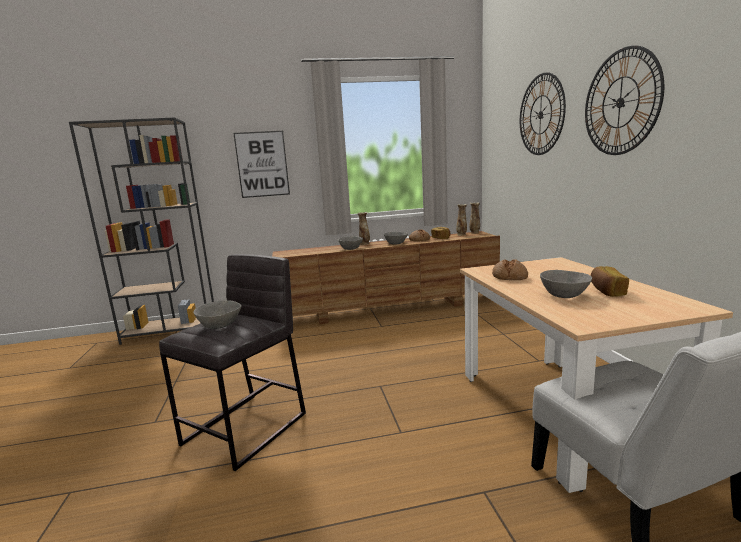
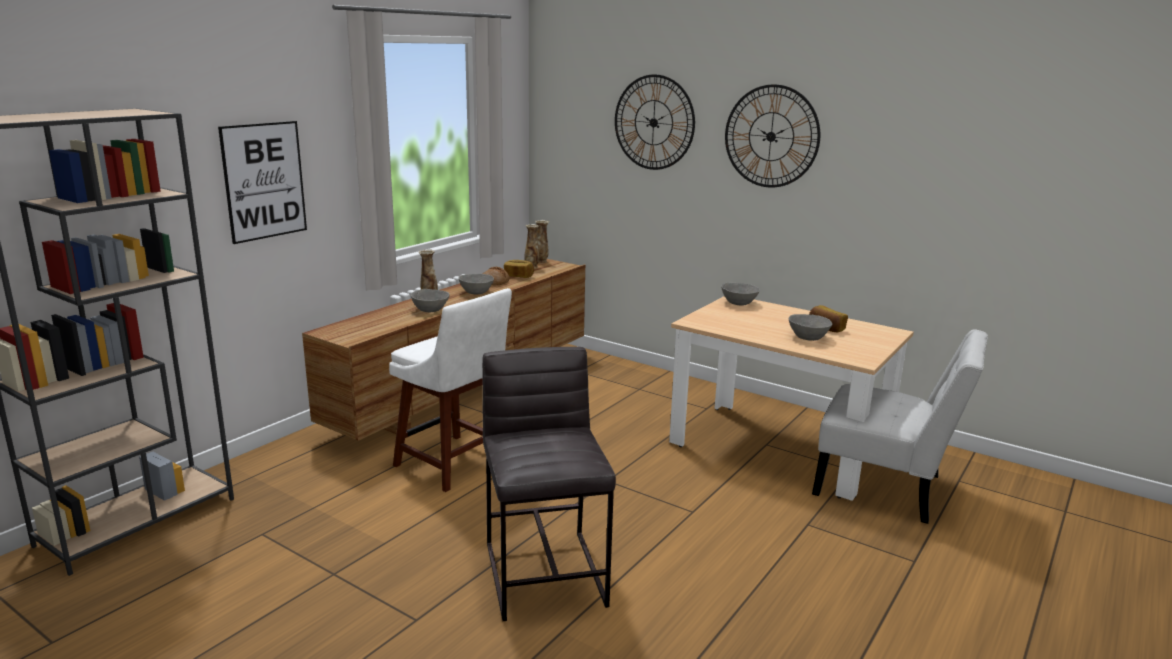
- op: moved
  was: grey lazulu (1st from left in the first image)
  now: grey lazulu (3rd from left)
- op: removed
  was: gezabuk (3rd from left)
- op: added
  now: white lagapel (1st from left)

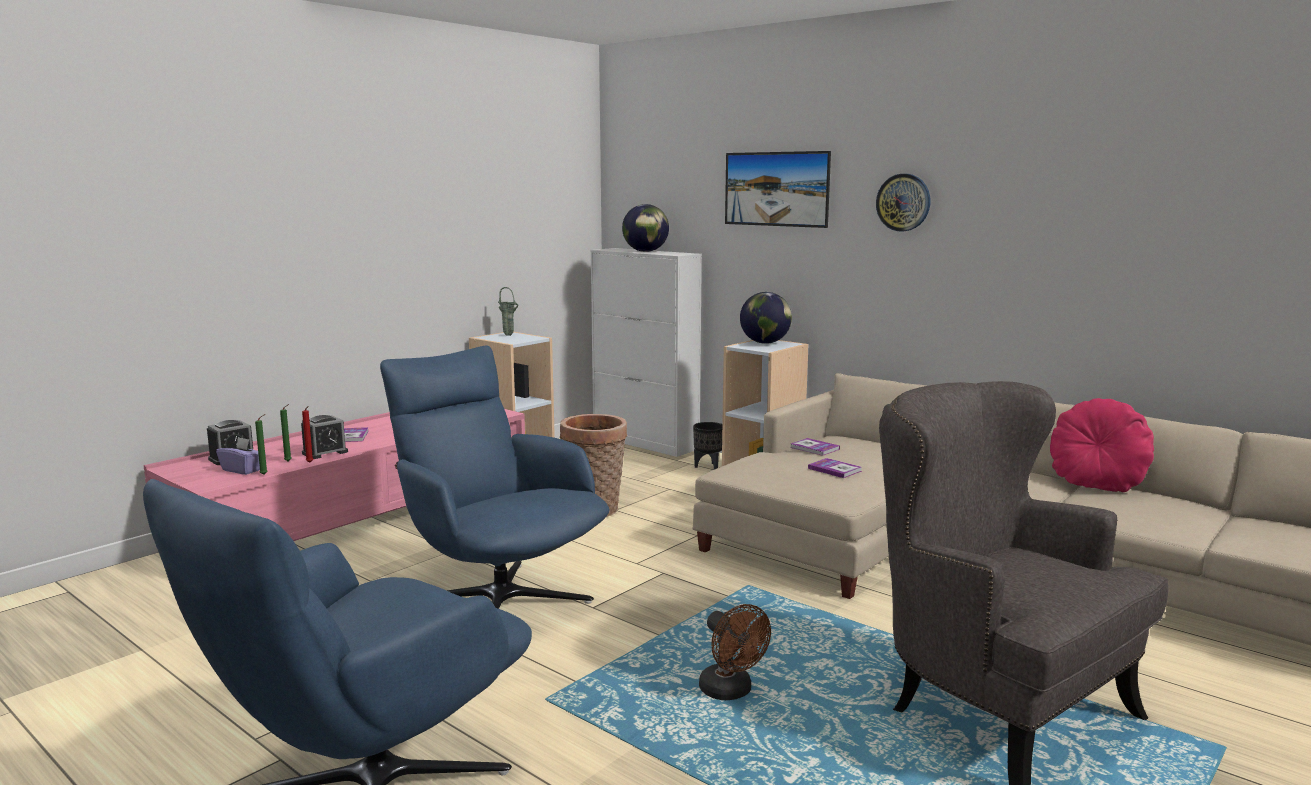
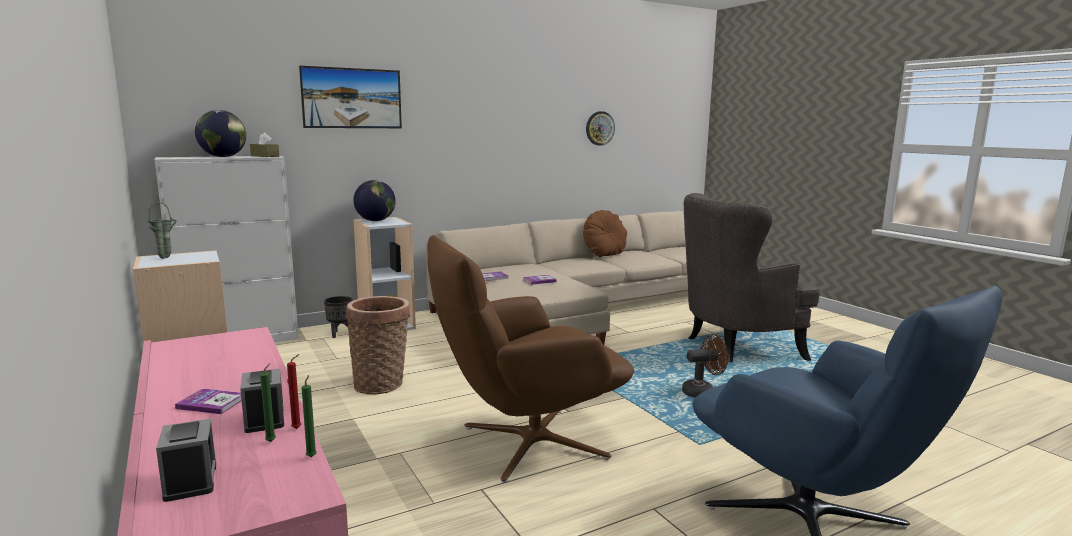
- op: removed
  was: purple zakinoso
- op: recoloured
  was: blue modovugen (2nd from left)
  now: brown modovugen
- op: moved
  was: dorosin
- op: recoloured
  was: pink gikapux
  now: brown gikapux
- op: added
  now: brown zakinoso

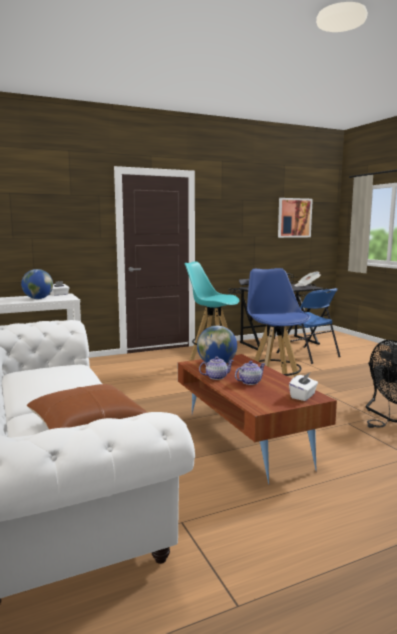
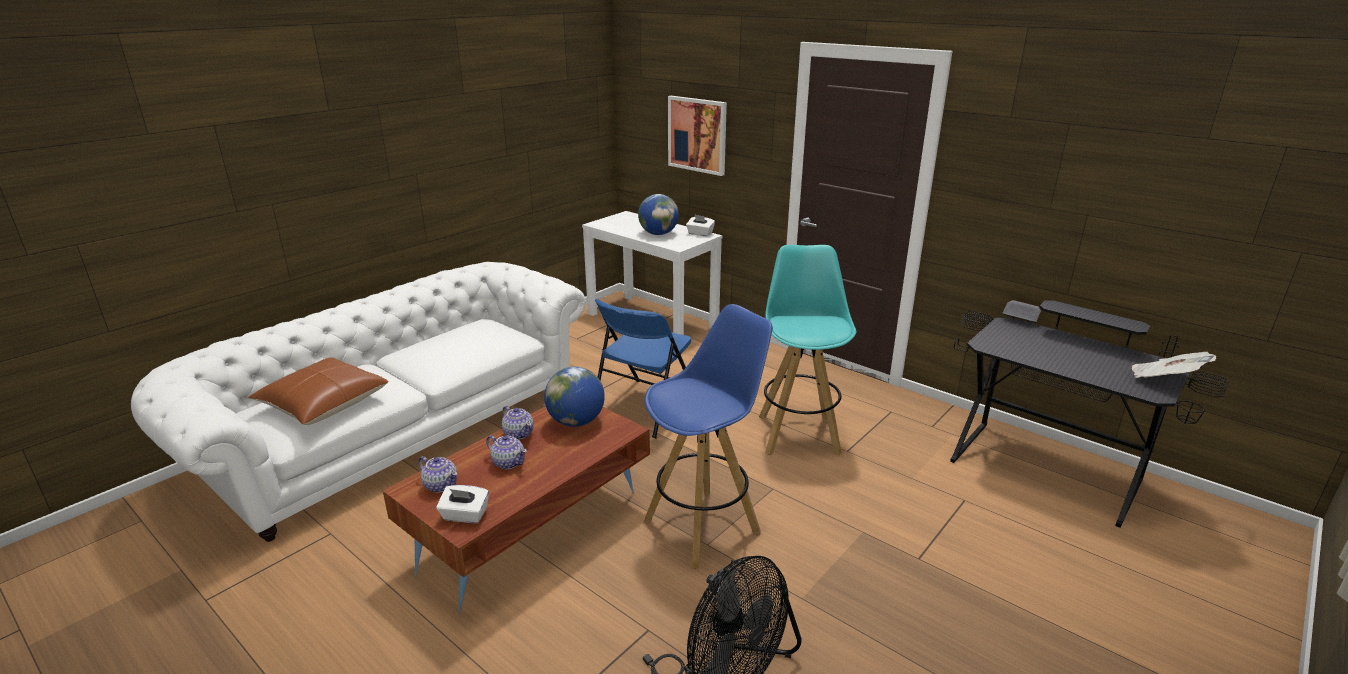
- op: moved
  was: blue lagapel
- op: moved
  was: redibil
- op: added
  now: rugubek (1st from left)

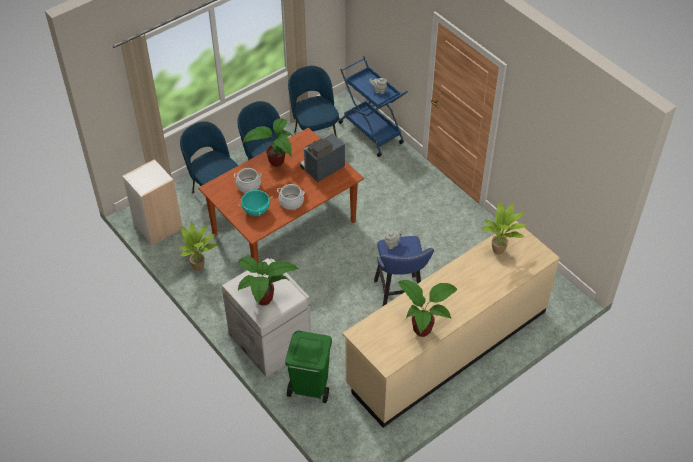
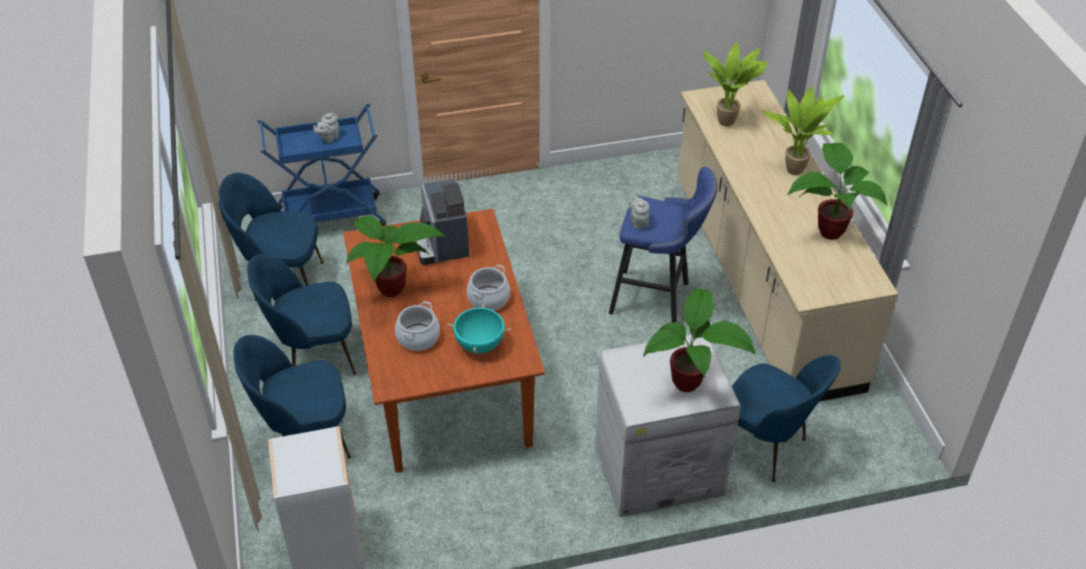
- op: moved
  was: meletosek (1st from left in the first image)
  now: meletosek (4th from left)
- op: replaced
  was: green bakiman
  now: blue lagapel (4th from left)

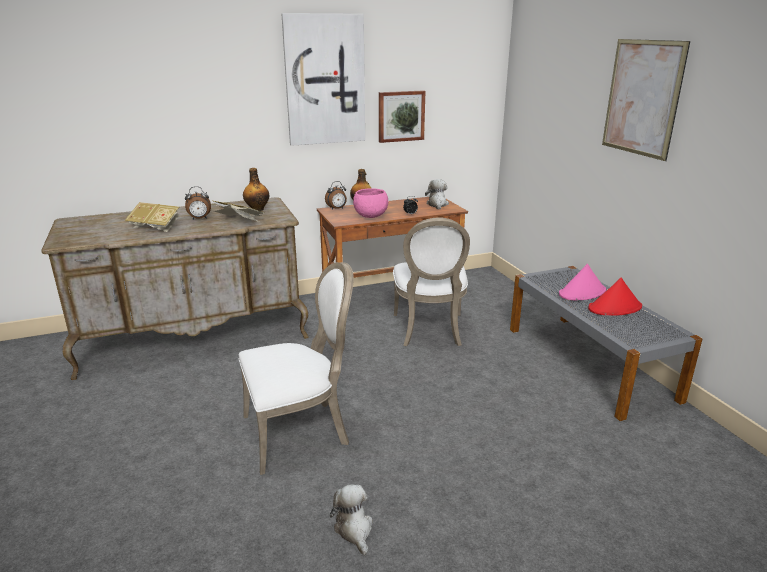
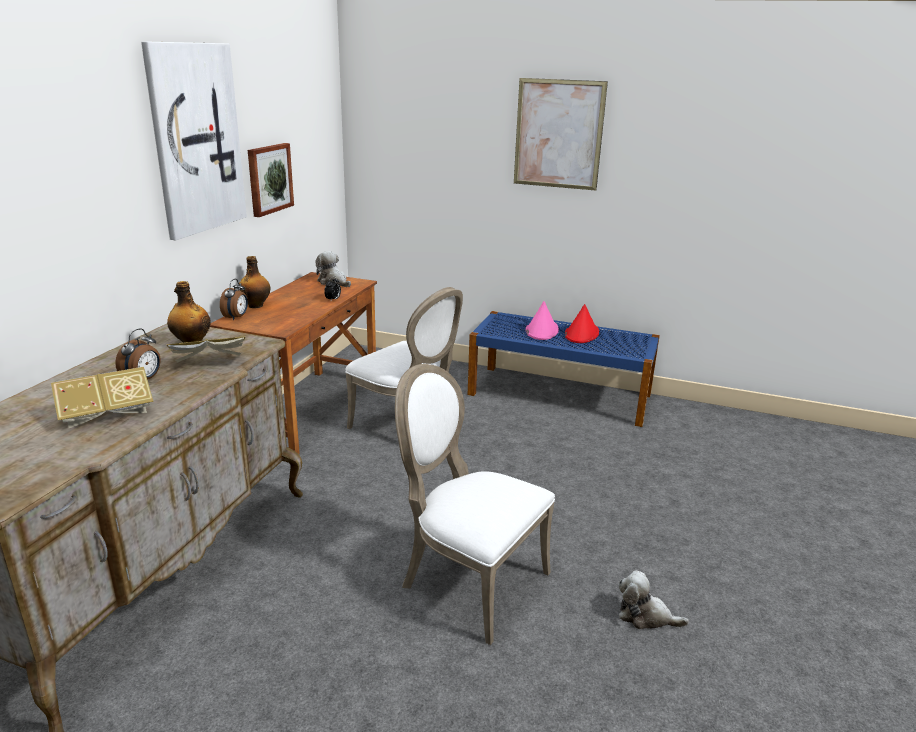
- op: turned
  was: white lagapel (1st from left in the first image)
  clockwise: -75
- op: removed
  was: pink lazulu
- op: recoloured
  was: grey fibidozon
  now: blue fibidozon

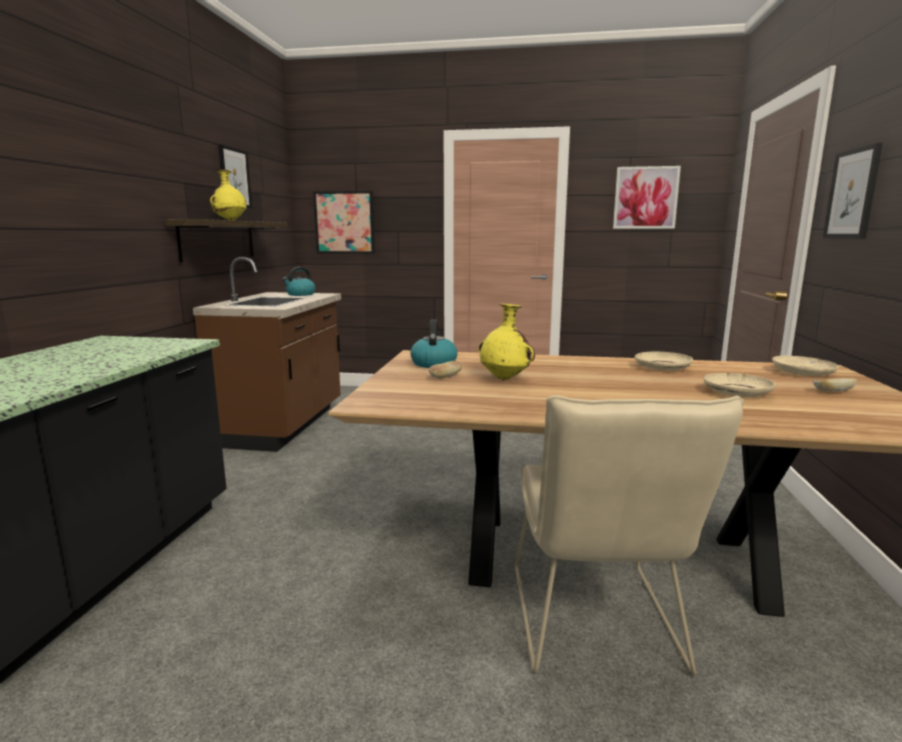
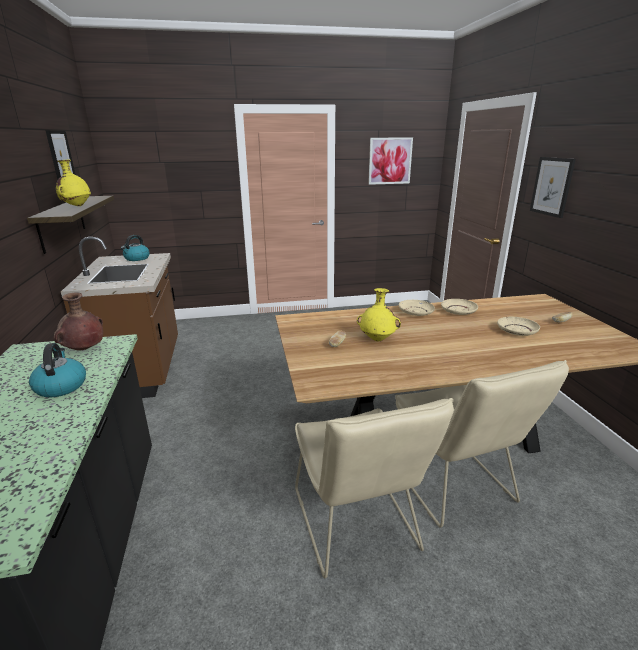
- op: removed
  was: redibil (2nd from left)
- op: moved
  was: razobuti (2nd from left in the first image)
  now: razobuti (1st from left)
- op: moved
  was: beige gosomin (3rd from left in the first image)
  now: beige gosomin (1st from left)
- op: added
  now: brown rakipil
- op: added
  now: beige lagapel (1st from left)

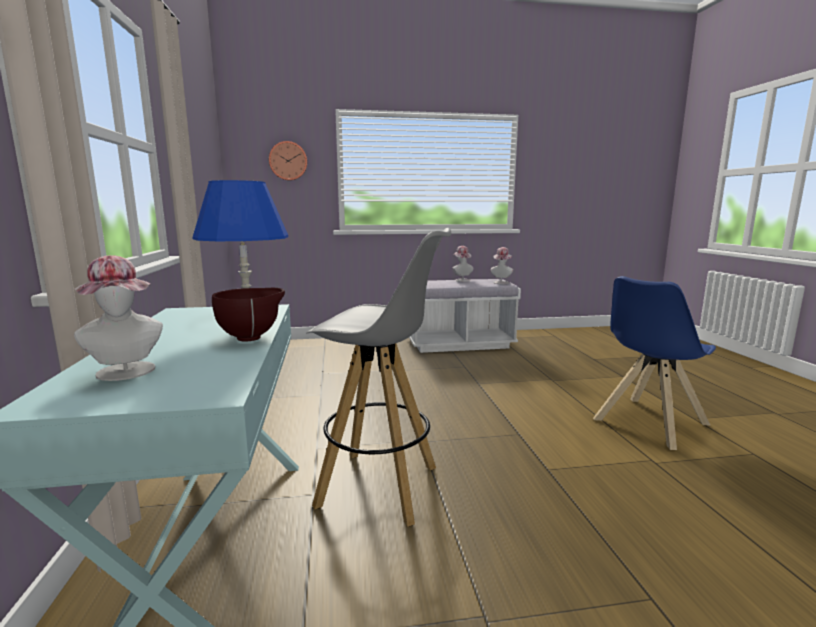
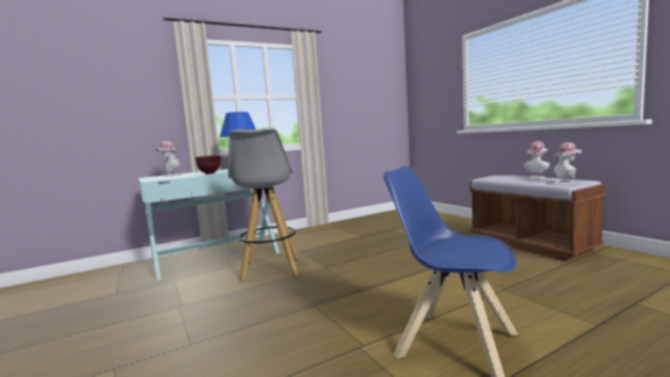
- op: removed
  was: dorosin
- op: recoloured
  was: white fibidozon
  now: brown fibidozon

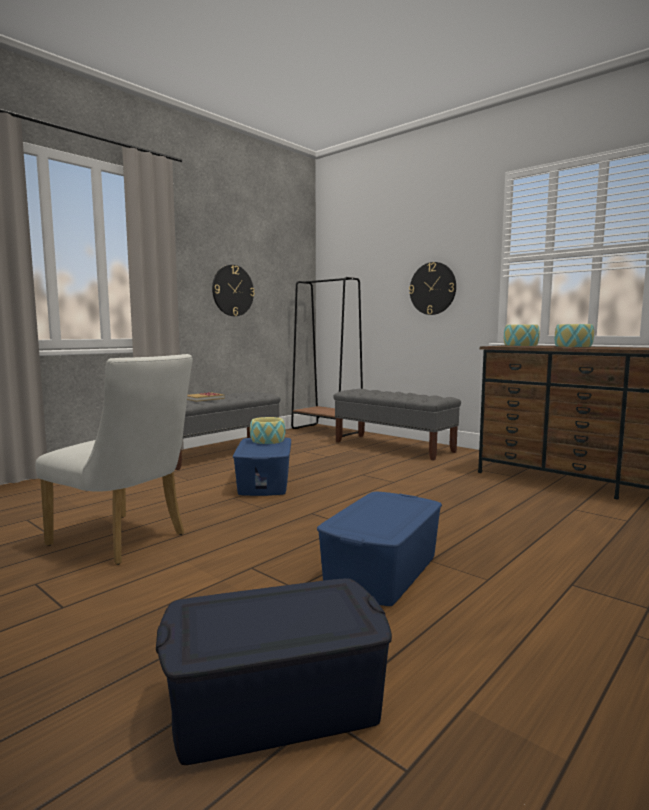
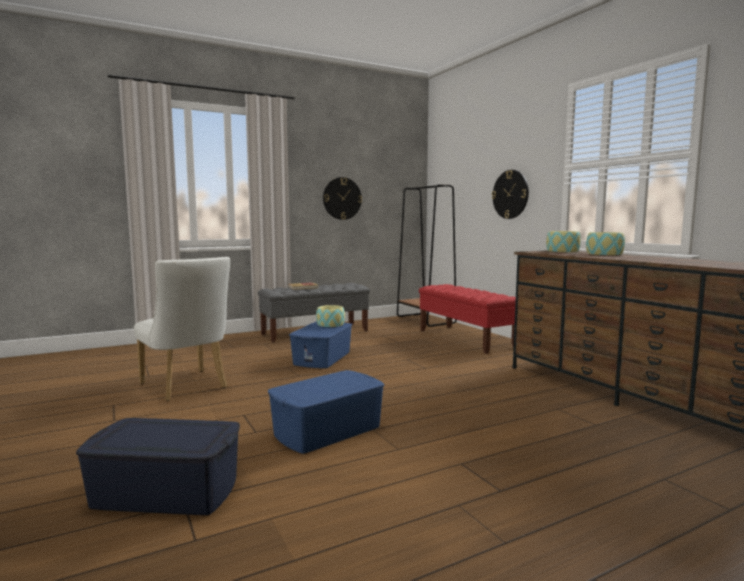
- op: recoloured
  was: grey fibidozon (2nd from left)
  now: red fibidozon

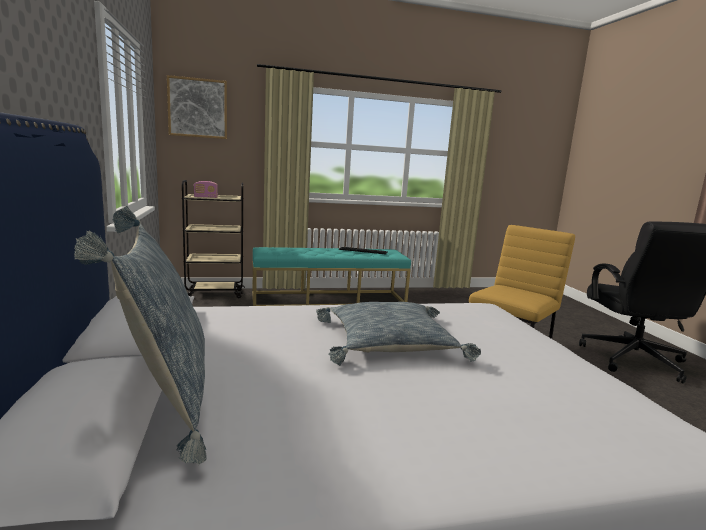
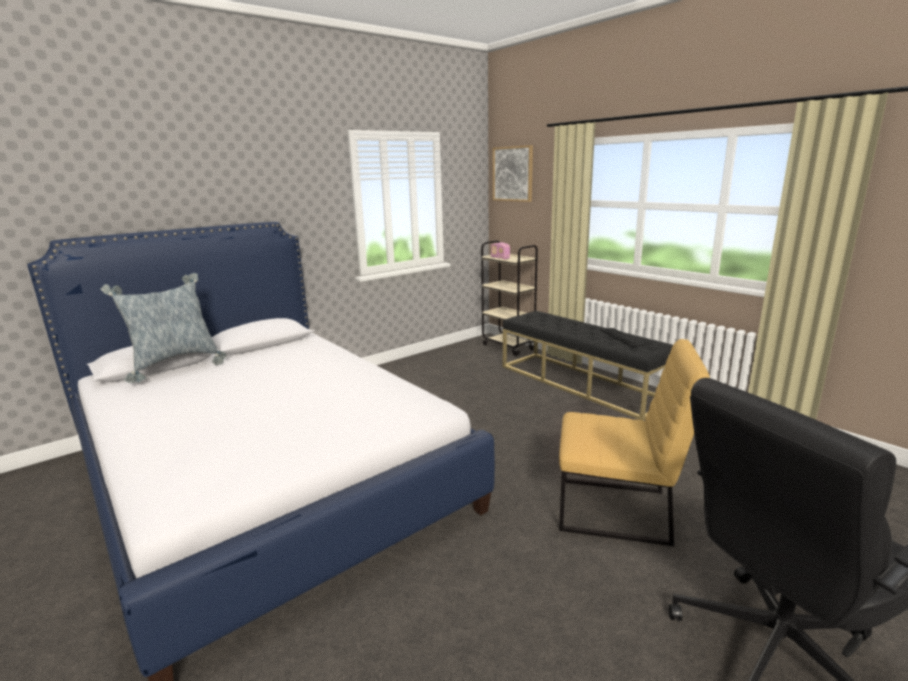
- op: recoloured
  was: turquoise fibidozon
  now: black fibidozon
- op: removed
  was: gikapux (2nd from left)

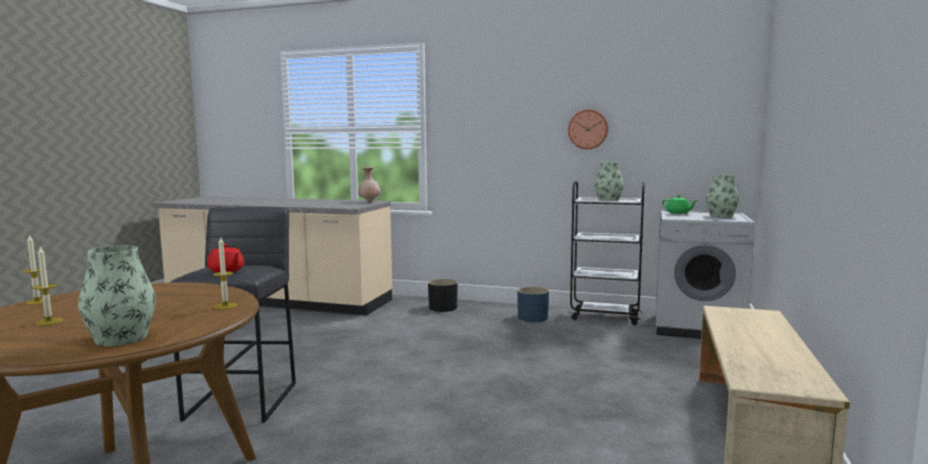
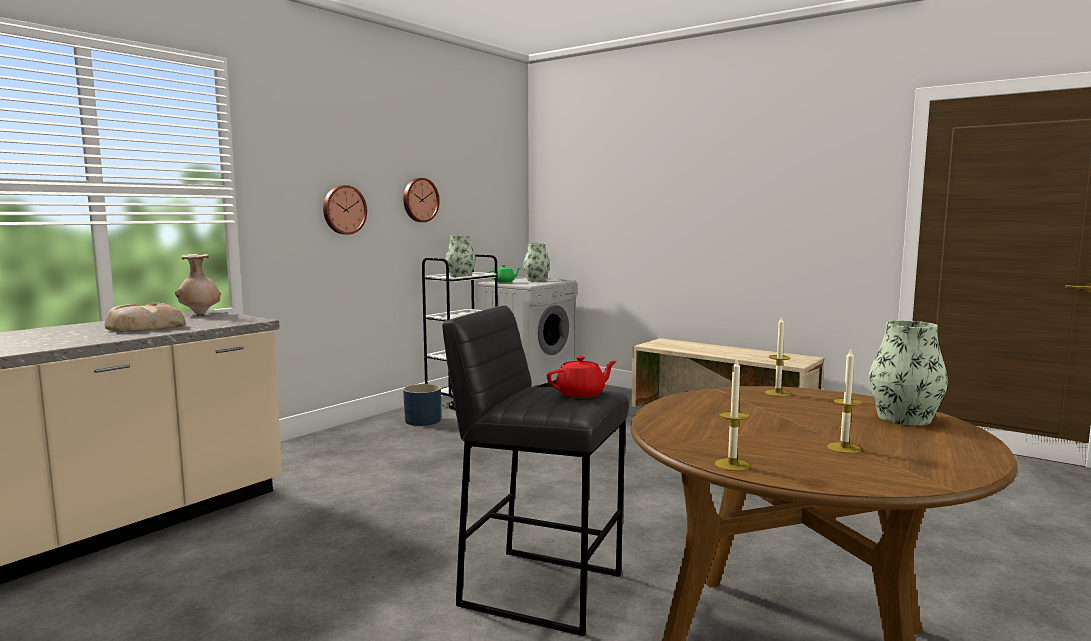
- op: removed
  was: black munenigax
- op: added
  now: gezabuk
- op: added
  now: dorosin (1st from left)

